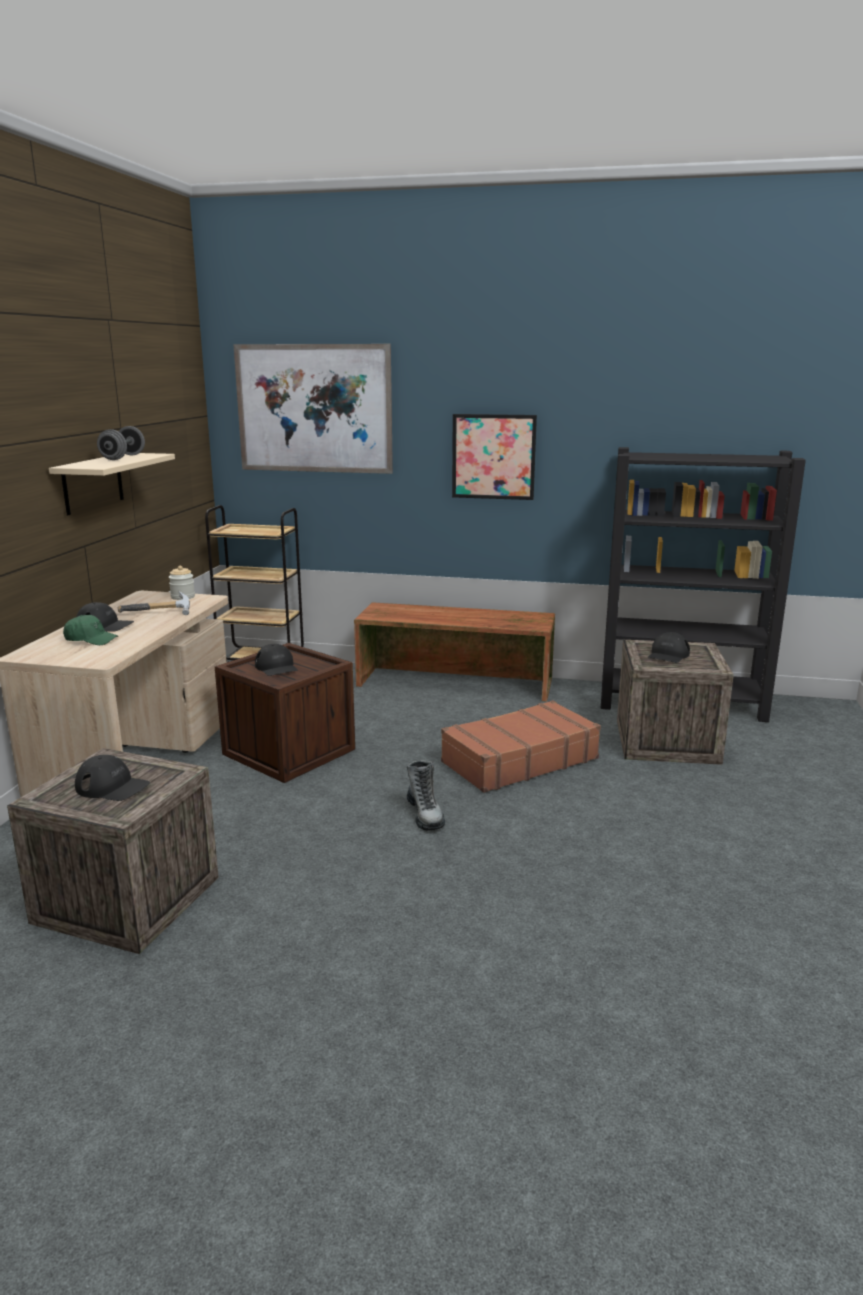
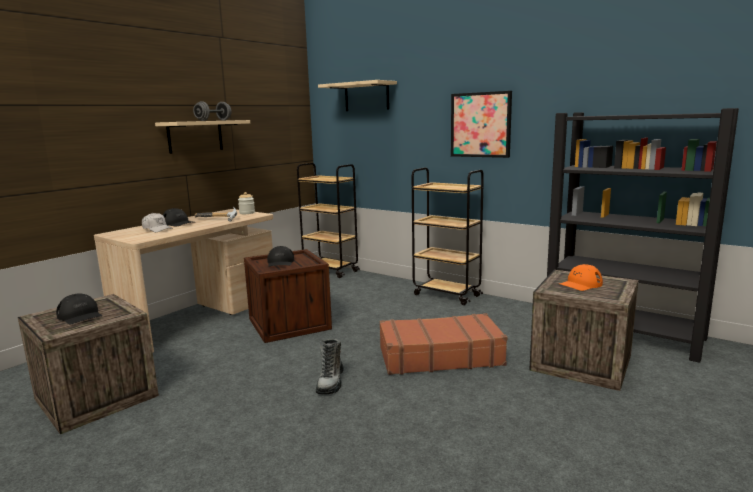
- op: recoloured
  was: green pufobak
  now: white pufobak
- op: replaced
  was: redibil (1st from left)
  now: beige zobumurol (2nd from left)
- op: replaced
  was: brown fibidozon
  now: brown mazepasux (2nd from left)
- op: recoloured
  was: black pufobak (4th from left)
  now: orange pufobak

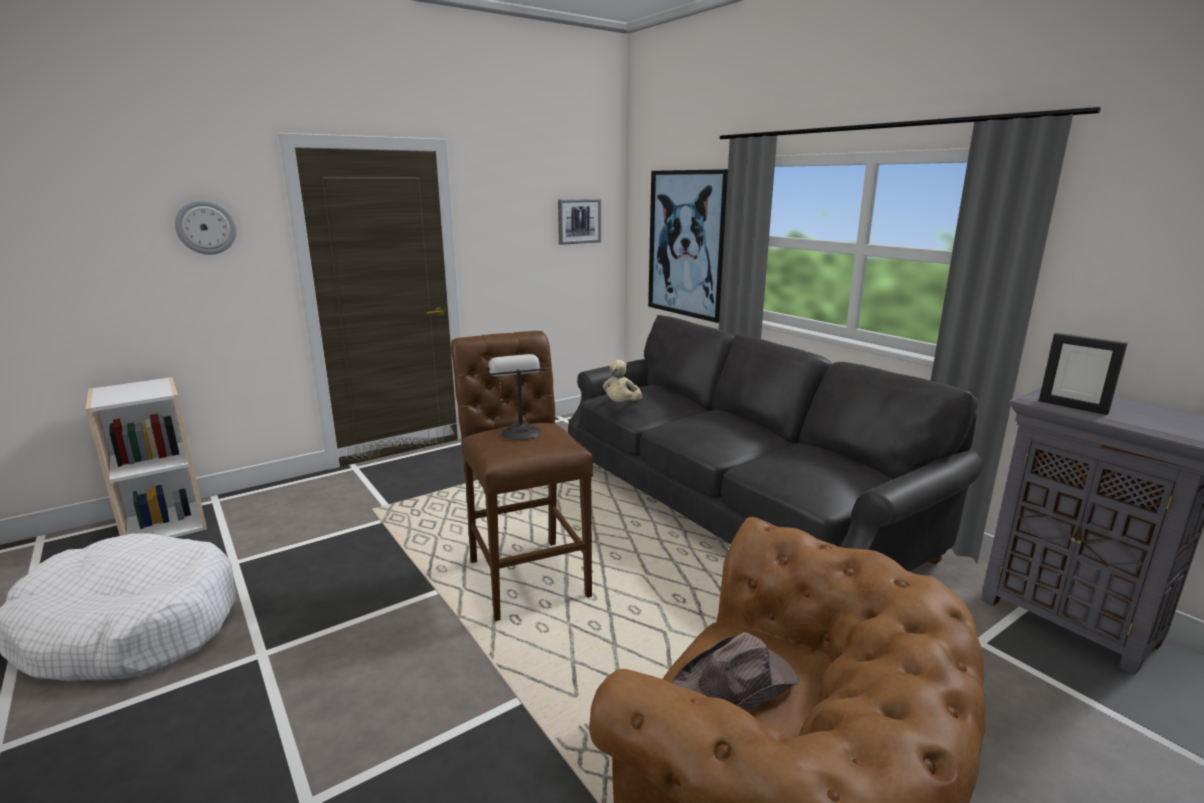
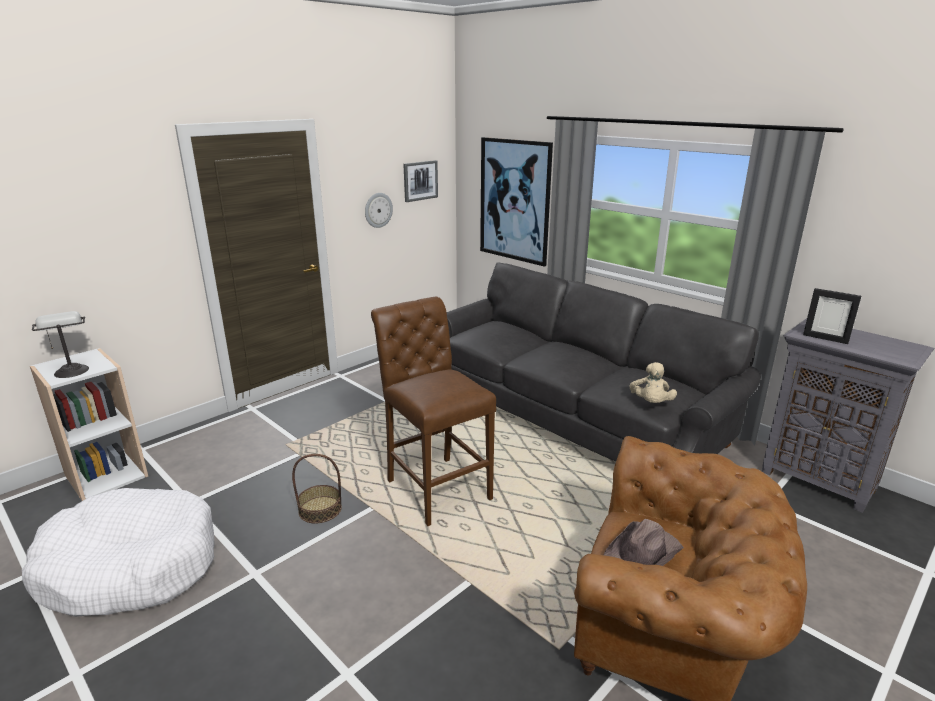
- op: moved
  was: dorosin
- op: moved
  was: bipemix
- op: moved
  was: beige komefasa
- op: added
  now: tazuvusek

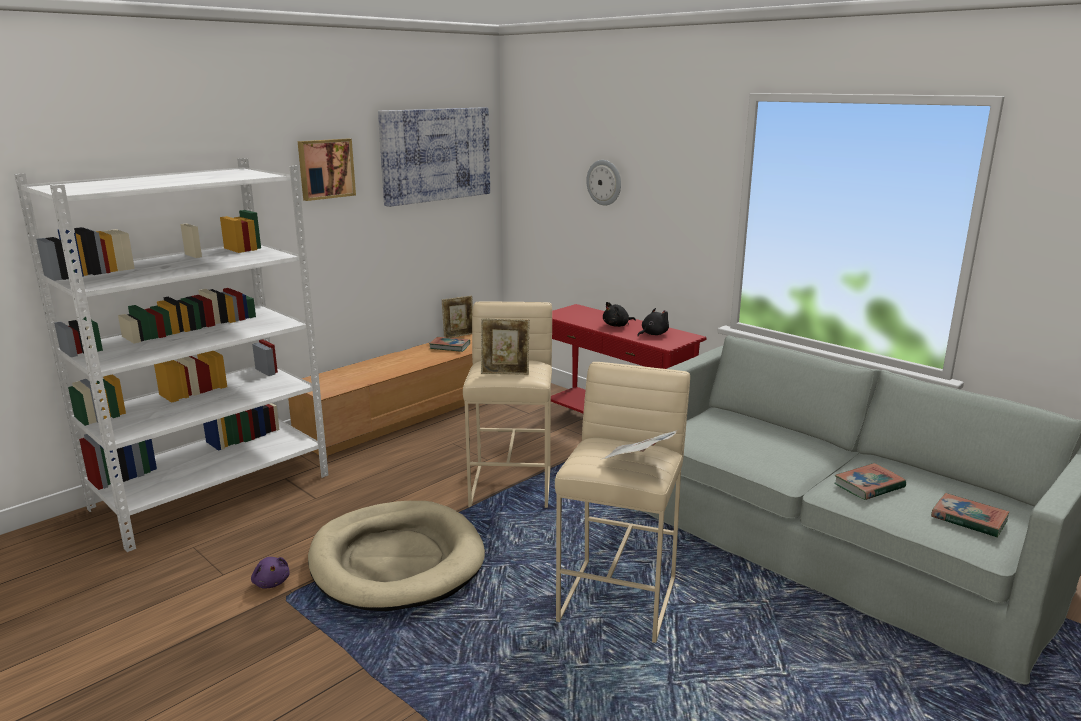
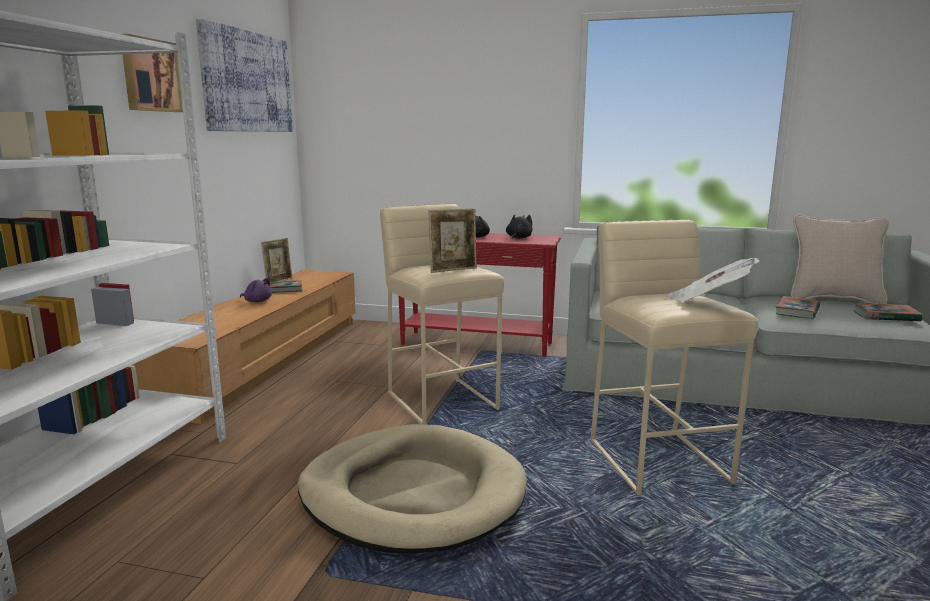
- op: moved
  was: purple komefasa
- op: removed
  was: dorosin
- op: added
  now: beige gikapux

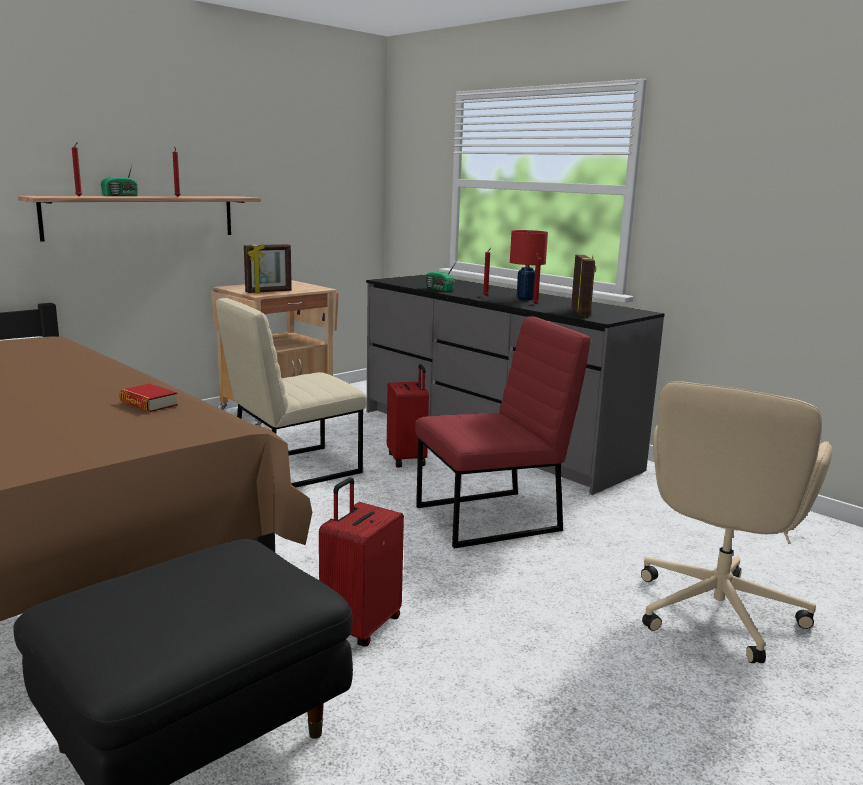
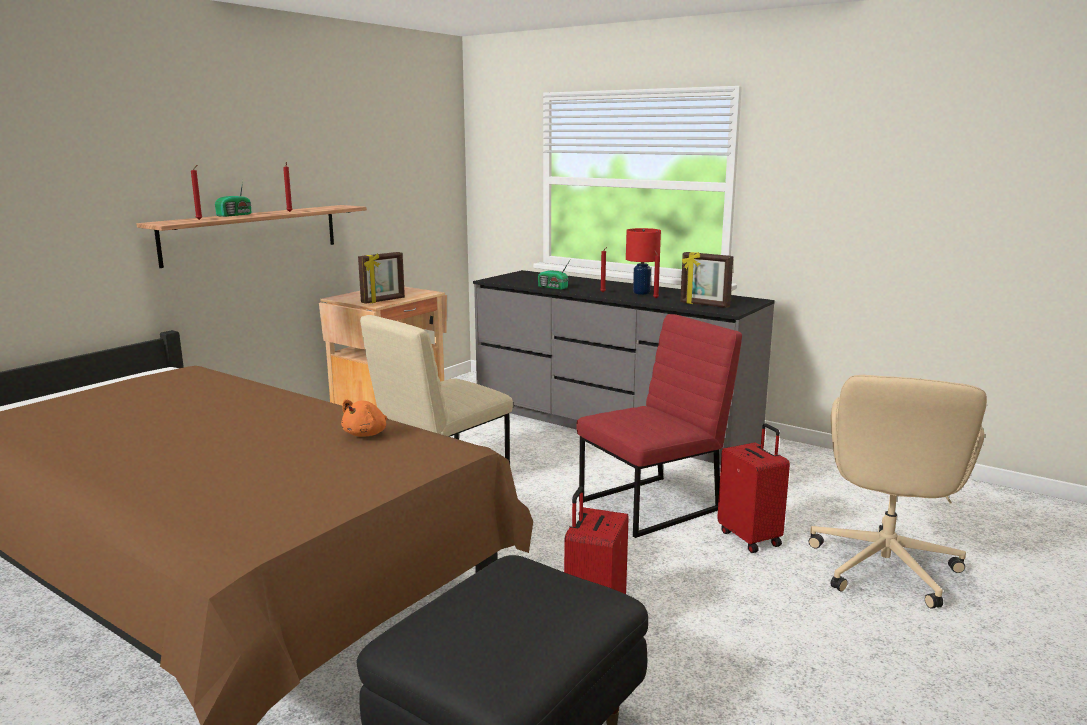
- op: replaced
  was: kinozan
  now: orange komefasa
- op: moved
  was: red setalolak (2nd from left)
- op: turned
  was: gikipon (2nd from left)
  clockwise: 135

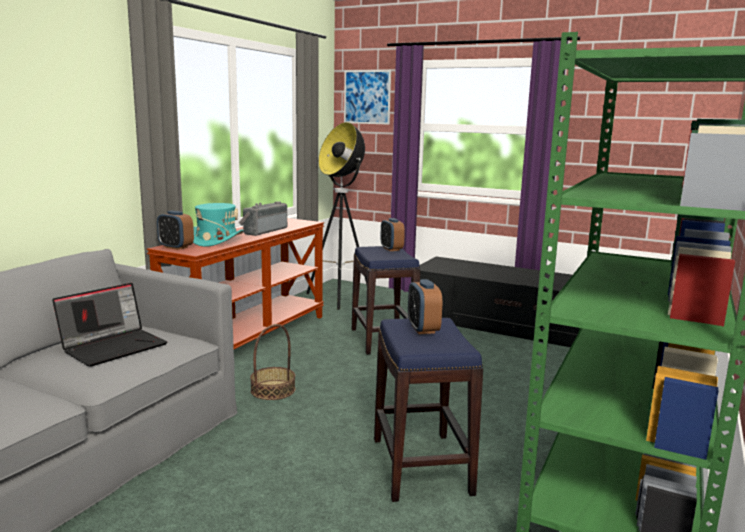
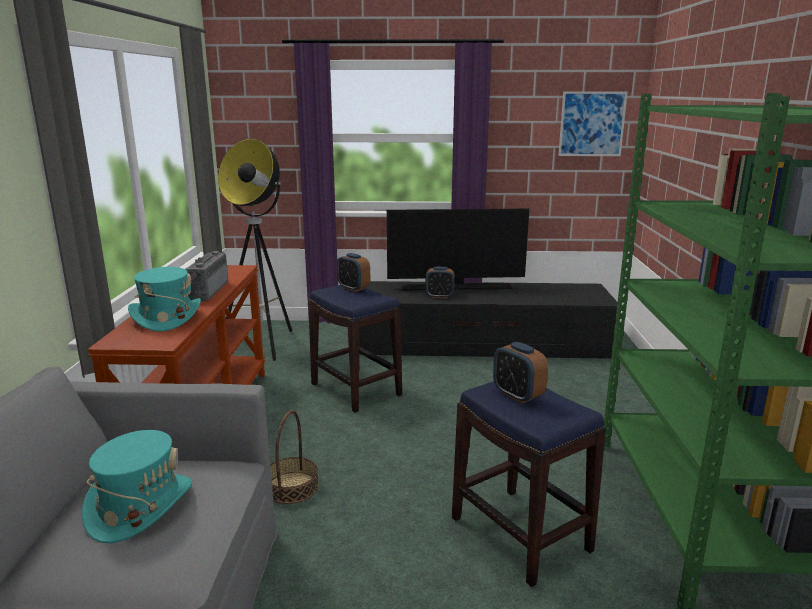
- op: replaced
  was: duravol
  now: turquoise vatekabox (1st from left)
- op: moved
  was: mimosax (1st from left in the first image)
  now: mimosax (2nd from left)
- op: moved
  was: redibil
- op: added
  now: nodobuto

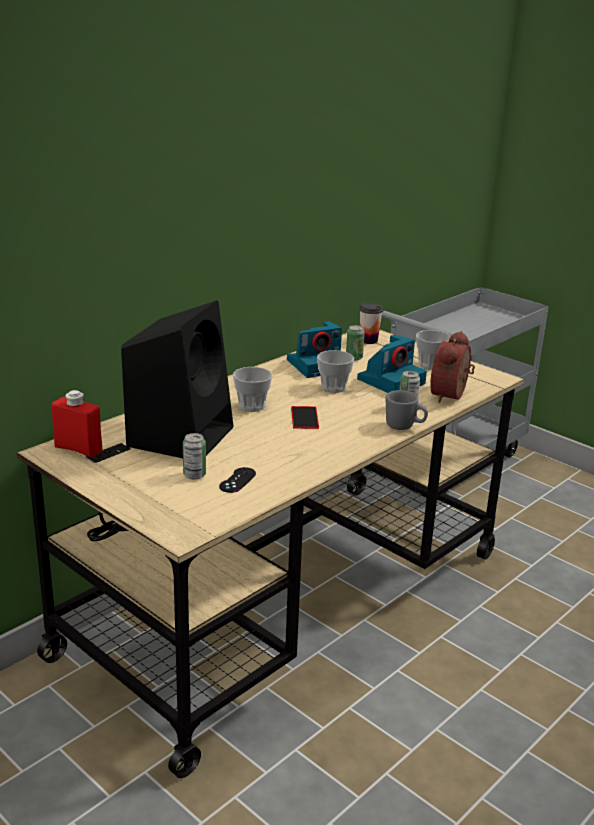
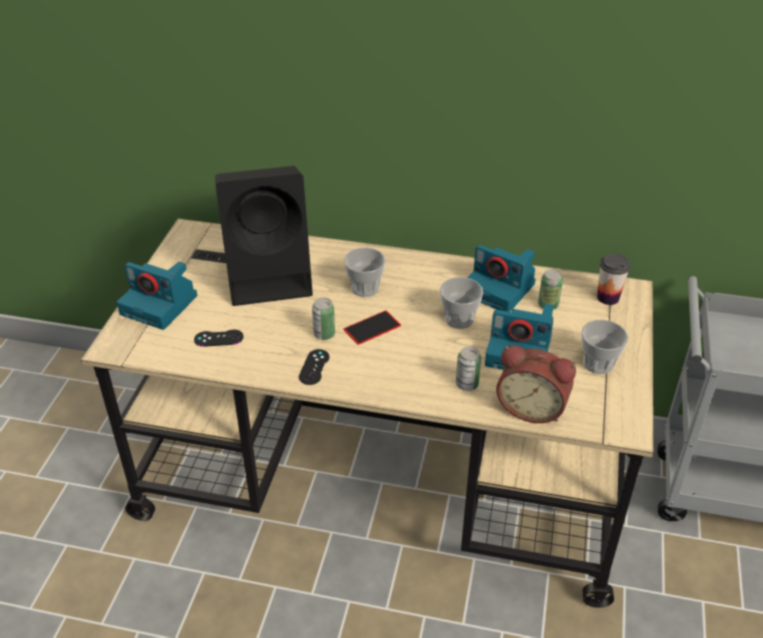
- op: removed
  was: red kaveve
- op: moved
  was: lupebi (1st from left)
- op: removed
  was: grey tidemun
- op: turned
  was: mimosax
  clockwise: -150
- op: added
  now: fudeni (1st from left)
- op: added
  now: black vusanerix (2nd from left)

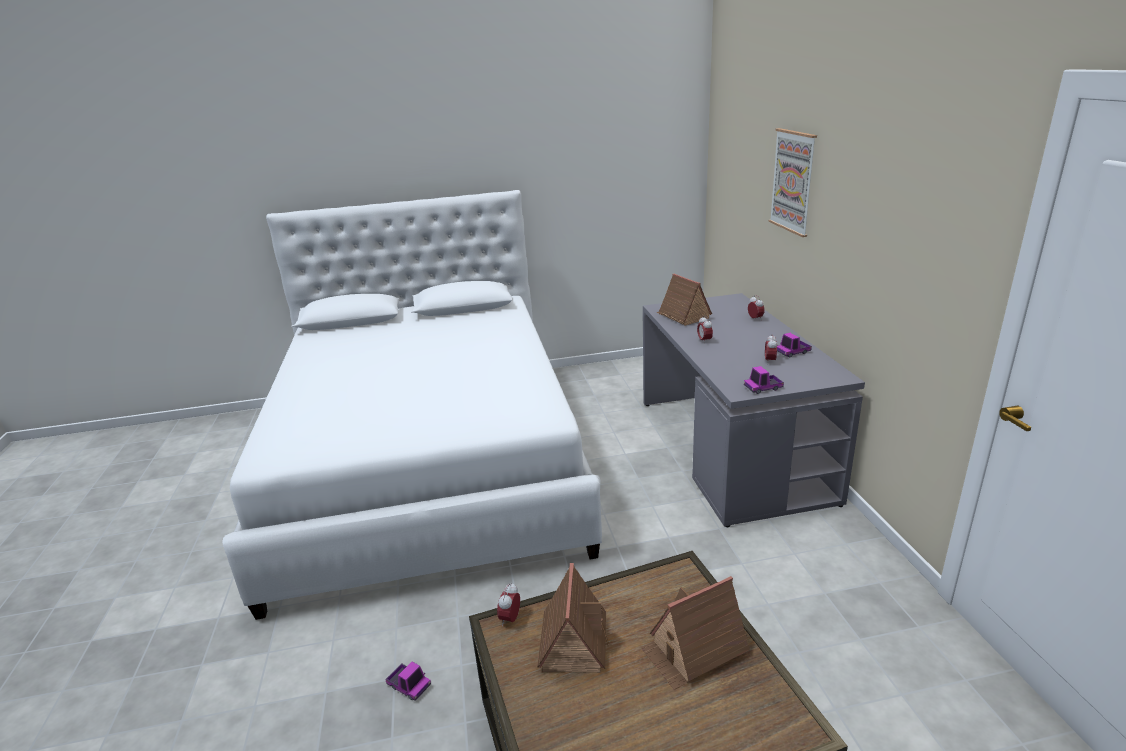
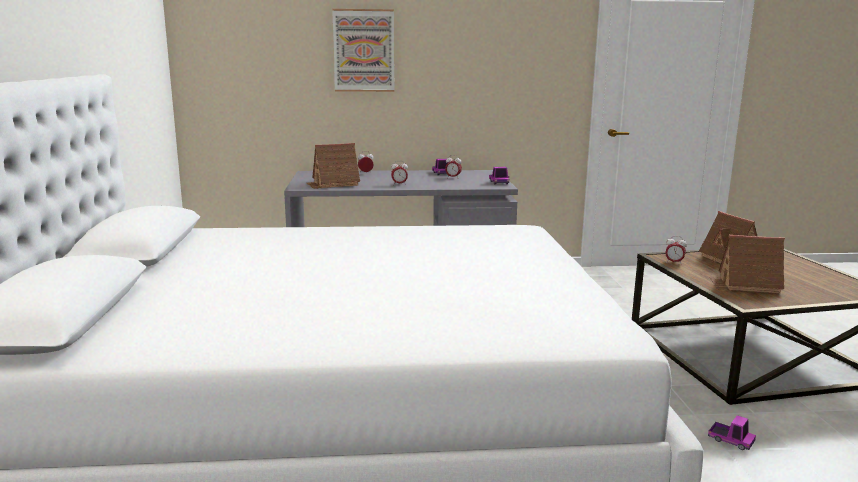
- op: turned
  was: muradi (1st from left in the first image)
  clockwise: 90
- op: moved
  was: mimosax (1st from left in the first image)
  now: mimosax (4th from left)

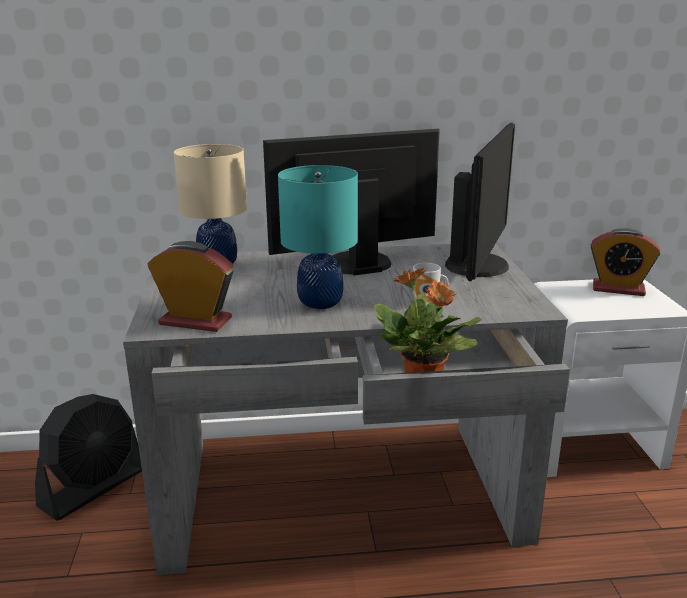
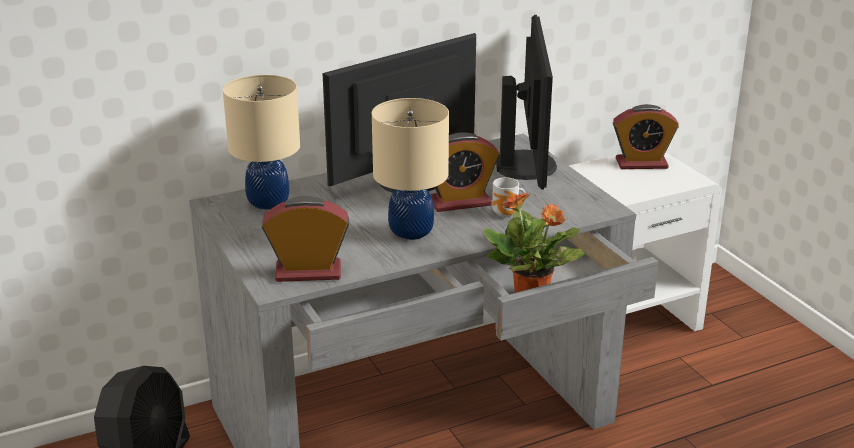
- op: recoloured
  was: turquoise bipemix
  now: beige bipemix (2nd from left)
- op: added
  now: mimosax (2nd from left)

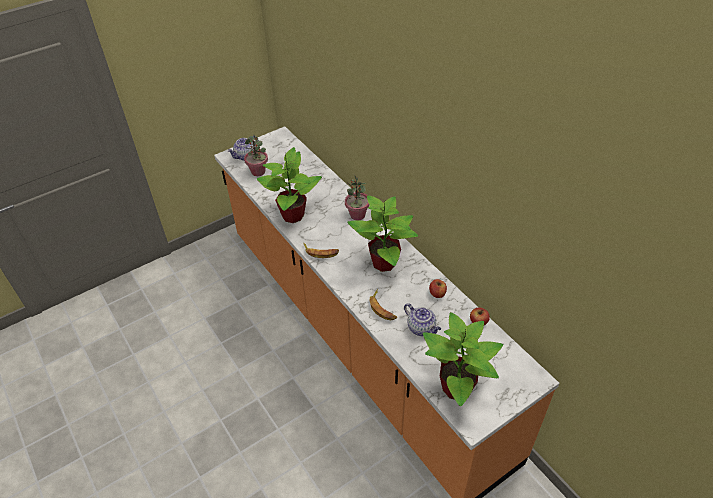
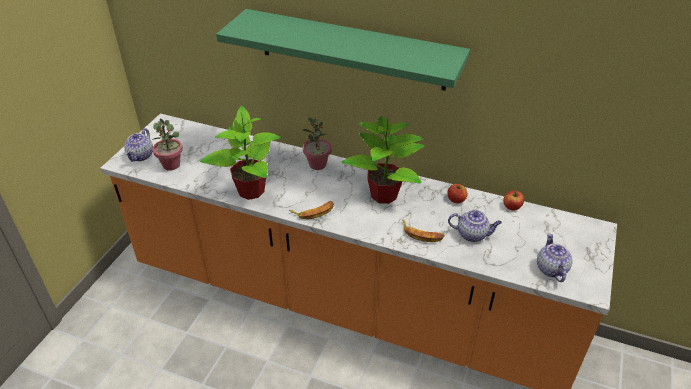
- op: replaced
  was: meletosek (5th from left)
  now: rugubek (3rd from left)
- op: added
  now: green zobumurol

